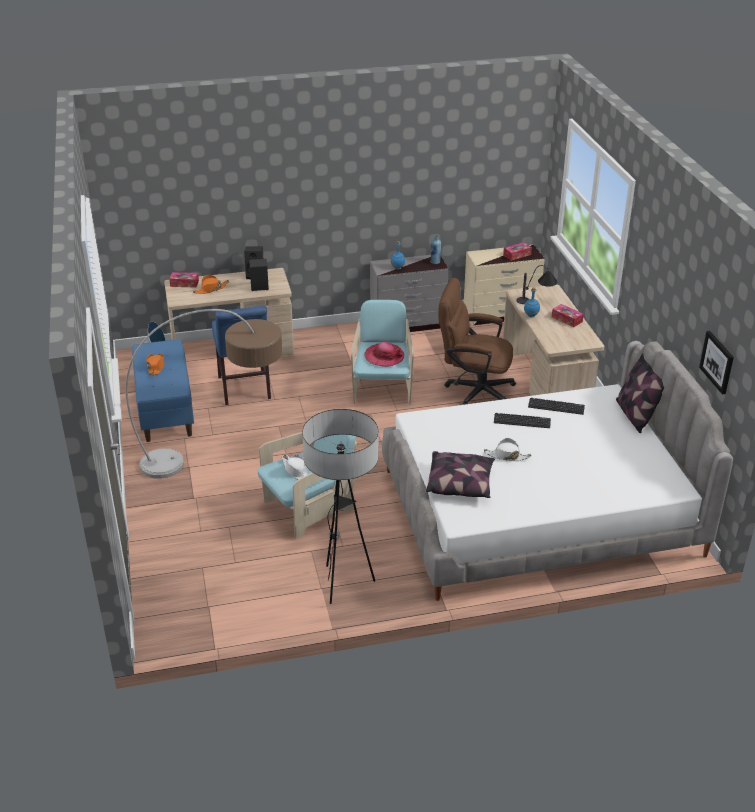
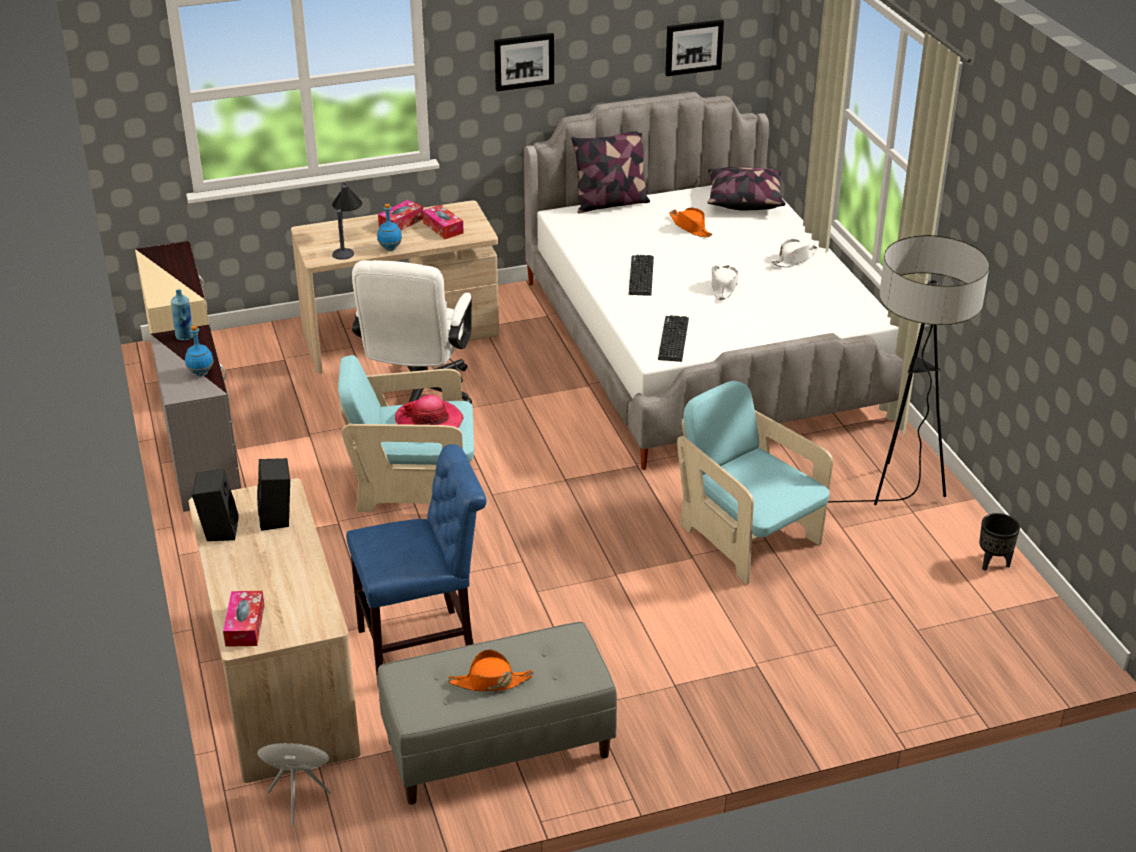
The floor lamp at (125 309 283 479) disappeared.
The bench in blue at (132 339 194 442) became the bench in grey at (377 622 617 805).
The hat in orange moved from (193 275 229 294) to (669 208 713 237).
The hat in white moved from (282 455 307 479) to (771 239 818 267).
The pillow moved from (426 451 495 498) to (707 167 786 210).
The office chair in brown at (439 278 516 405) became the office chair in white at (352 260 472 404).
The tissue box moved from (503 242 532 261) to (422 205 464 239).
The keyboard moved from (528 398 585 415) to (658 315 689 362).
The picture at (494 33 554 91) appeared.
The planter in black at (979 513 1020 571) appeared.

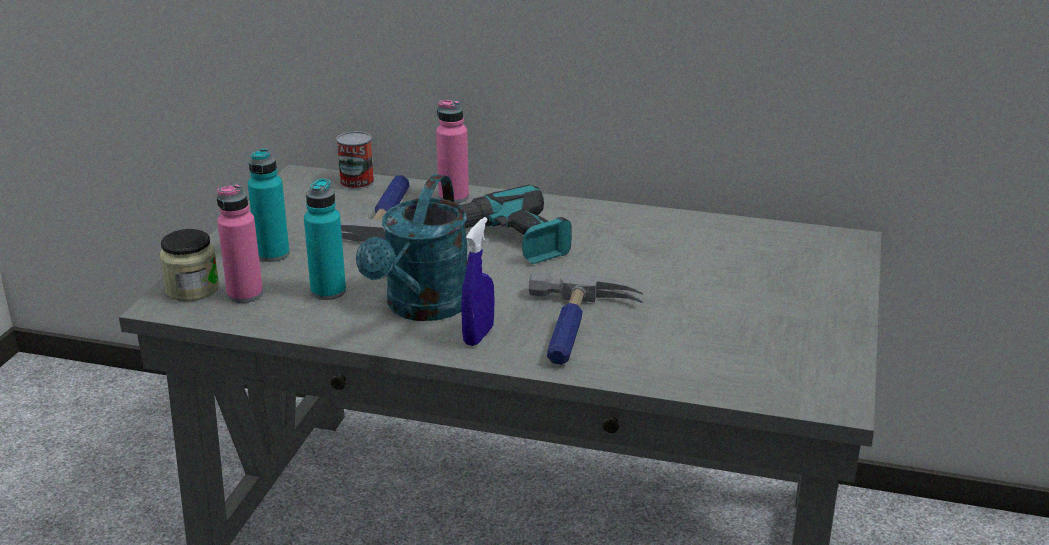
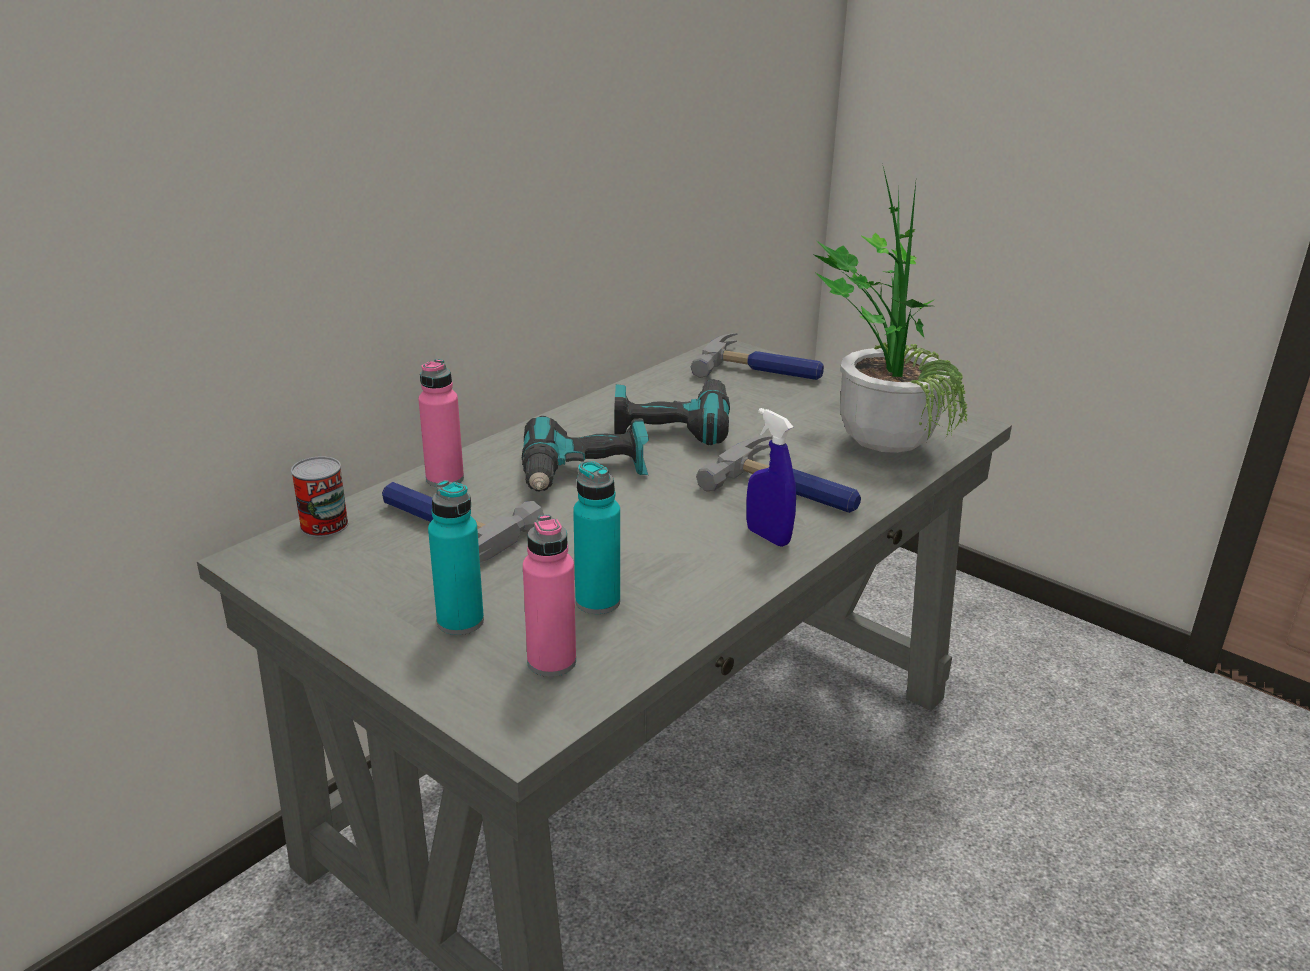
The jar at (159 229 219 301) disappeared.
The watering can in turquoise at (356 174 468 321) disappeared.
The power drill at (615 379 730 445) appeared.
The hammer at (690 333 824 380) appeared.
The potted plant at (814 163 968 453) appeared.

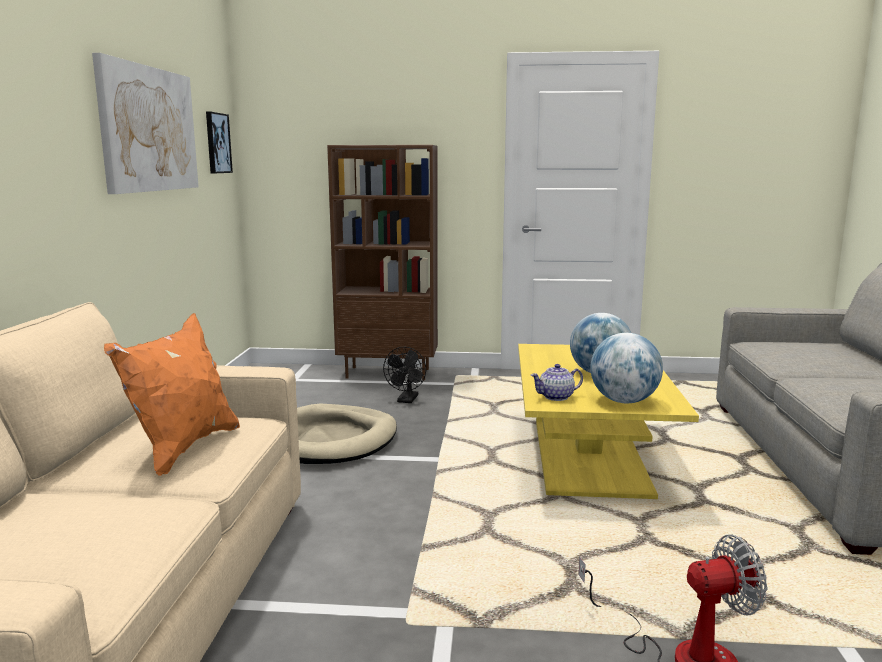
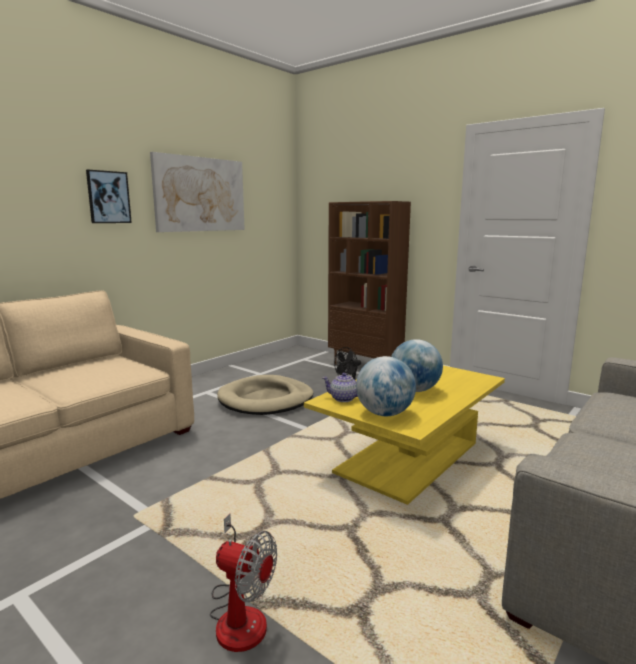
The pillow in orange at (104 313 240 476) disappeared.
The picture moved from (206 112 233 173) to (86 170 132 223).

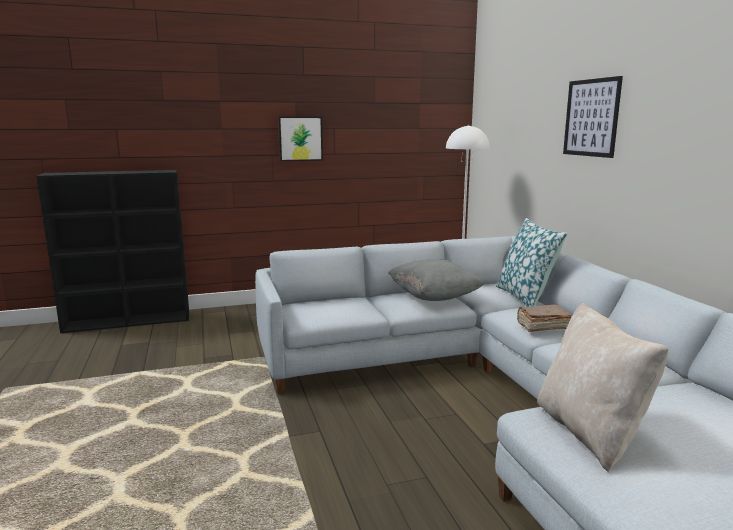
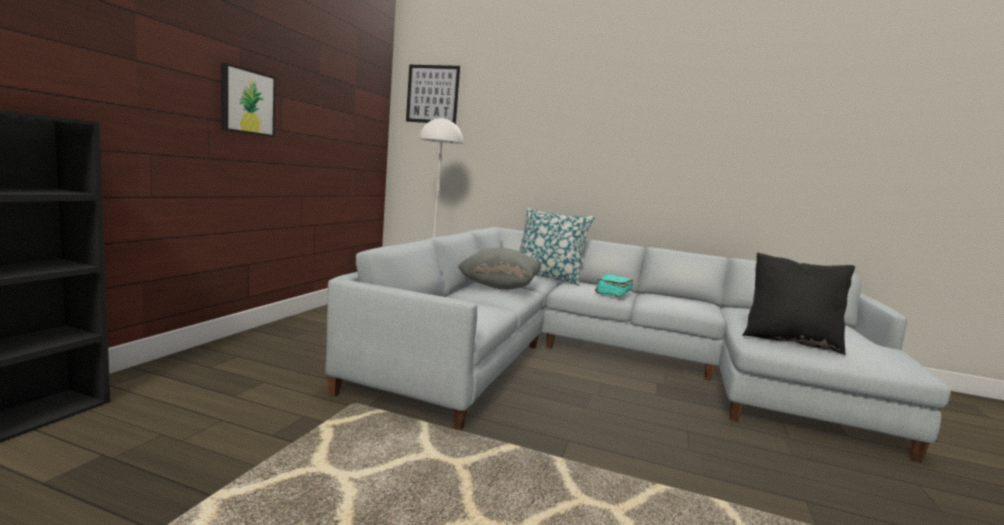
The book in brown at (517 305 572 332) became the book in turquoise at (595 274 633 297).
The pillow in beige at (537 303 669 472) became the pillow in black at (742 252 855 355).
The picture moved from (563 76 623 158) to (406 65 460 124).

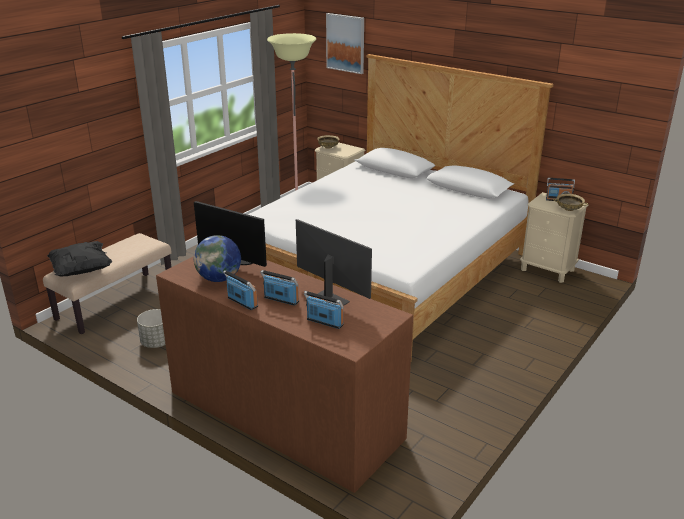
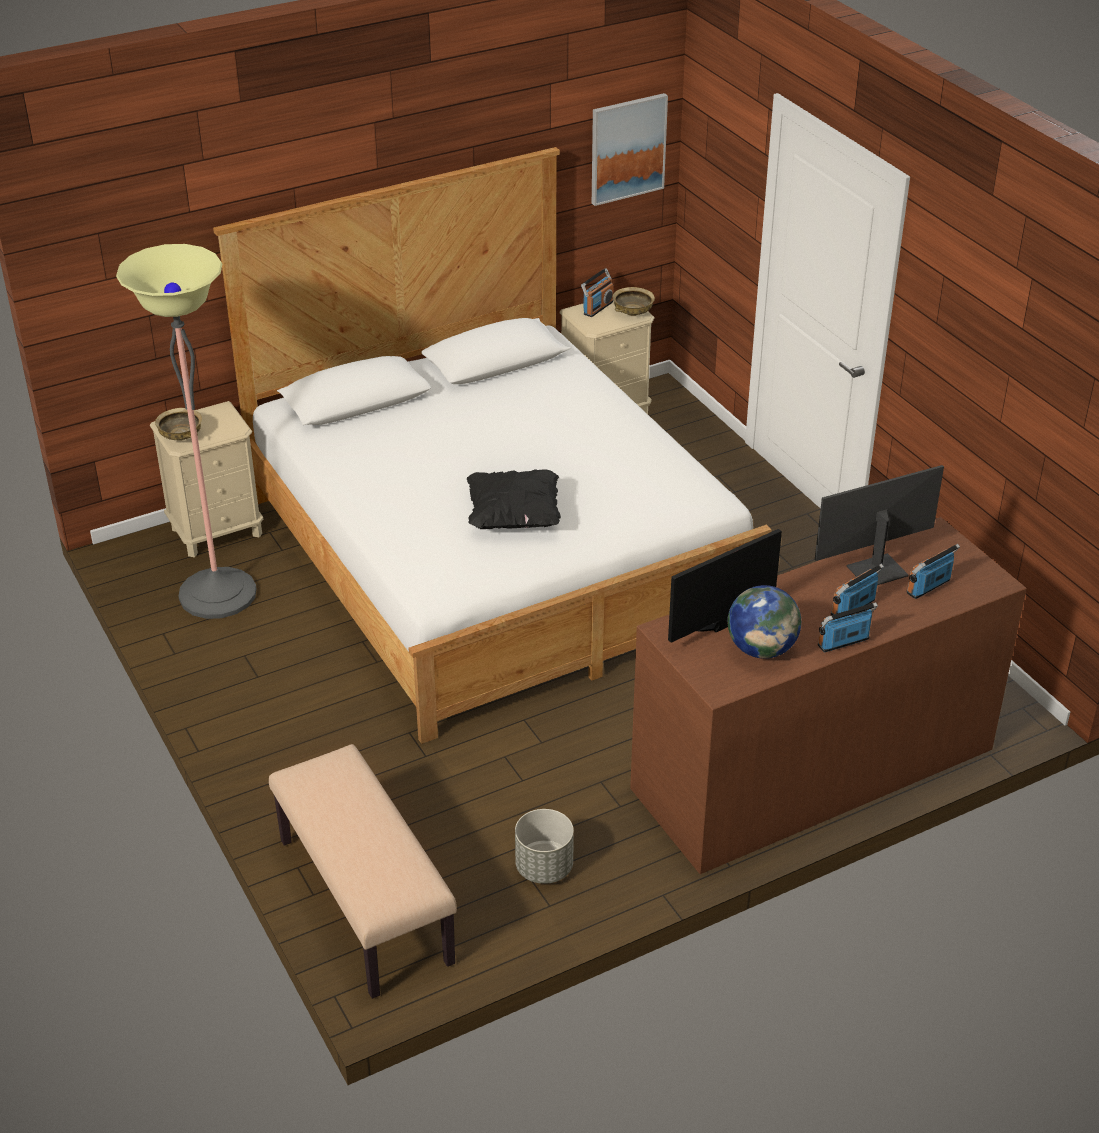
The pillow in black moved from (47 241 112 277) to (467 469 561 529).
The picture moved from (326 13 364 74) to (592 93 668 206).

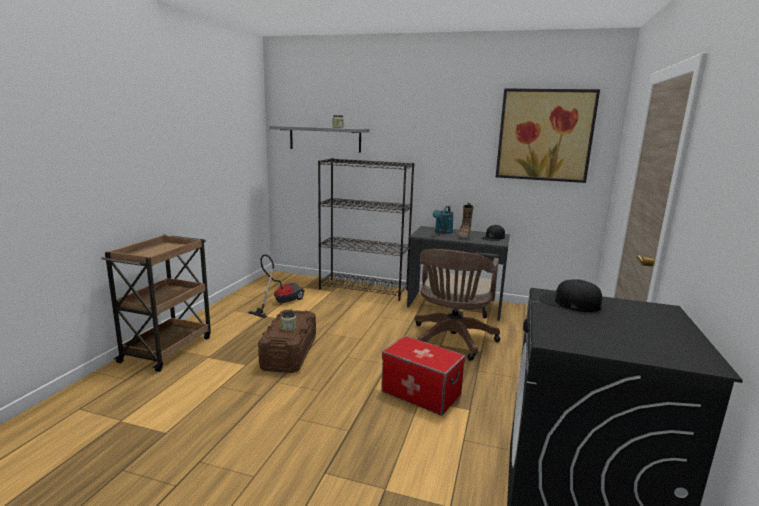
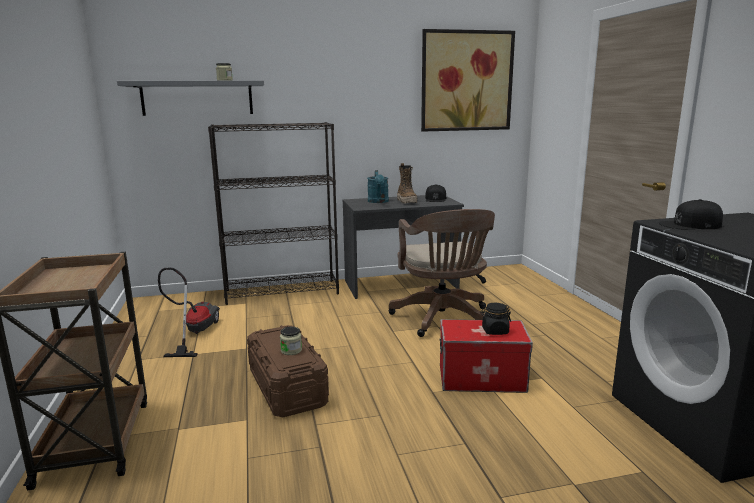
The jar in black at (480 303 511 335) appeared.

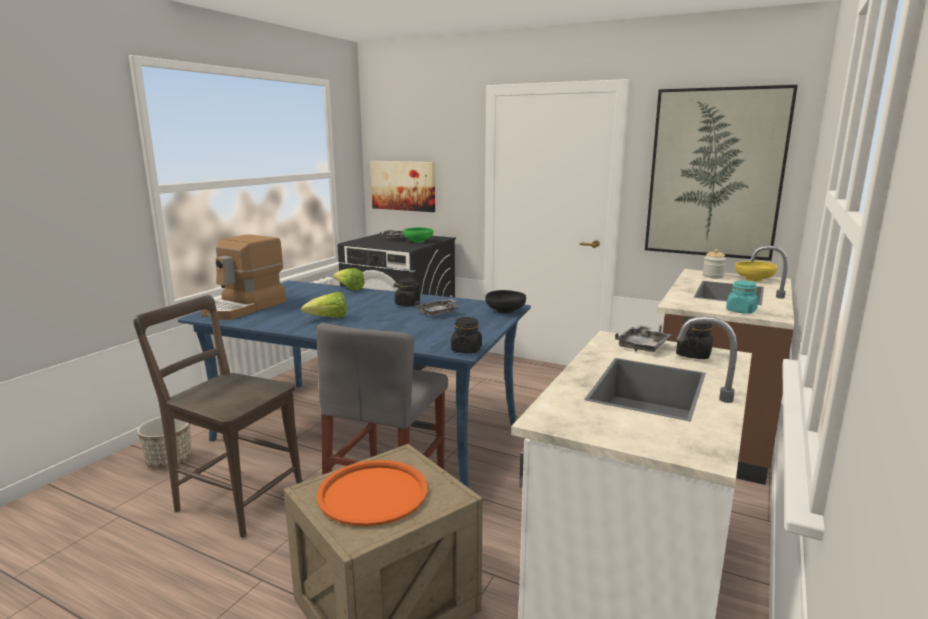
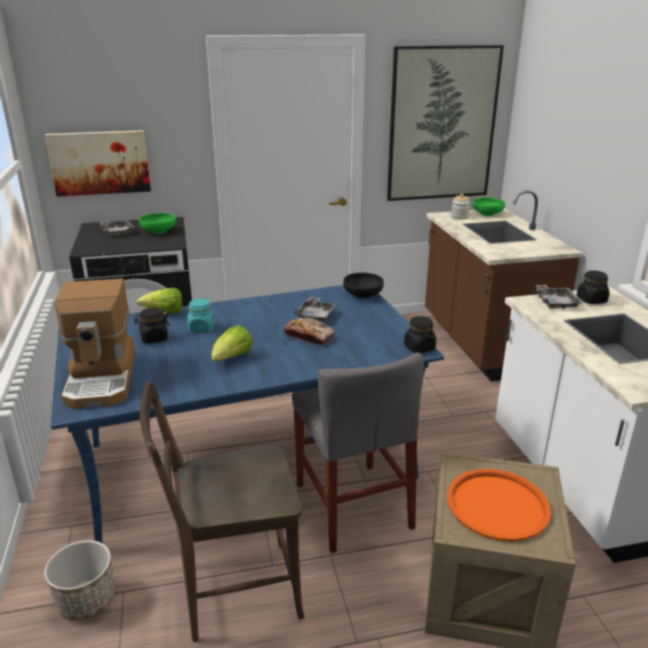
The jar in black moved from (393 278 421 306) to (134 308 170 343).
The jar in turquoise moved from (726 281 758 314) to (187 298 215 333).
The bowl in yellow at (735 261 777 281) became the bowl in green at (473 197 505 216).
The bread at (284 317 335 345) appeared.

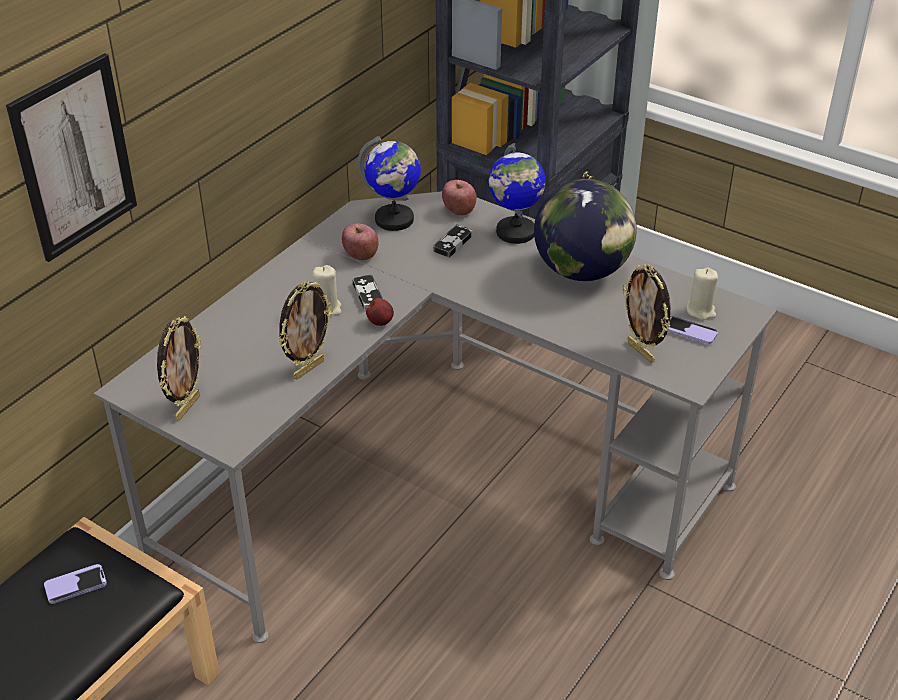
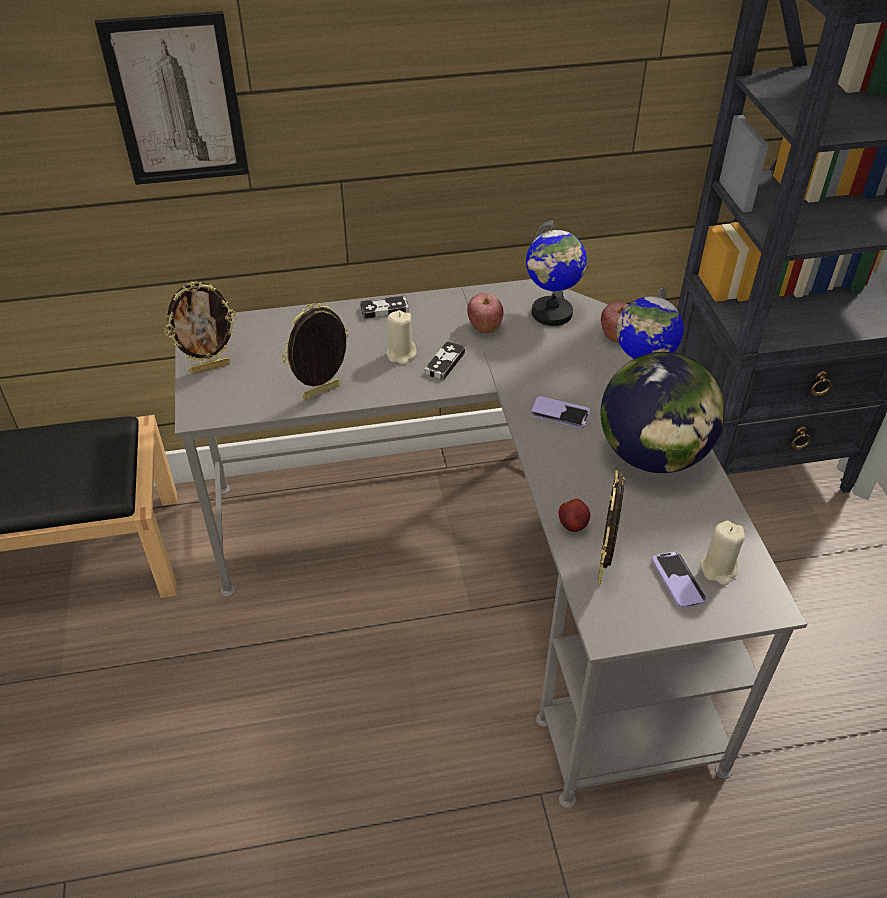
The phone moved from (44 564 107 604) to (531 396 590 429).
The picture frame at (278 281 333 380) turned 150 degrees clockwise.
The apple moved from (366 298 394 326) to (559 499 590 532).
The game controller moved from (433 224 473 258) to (360 295 409 319).

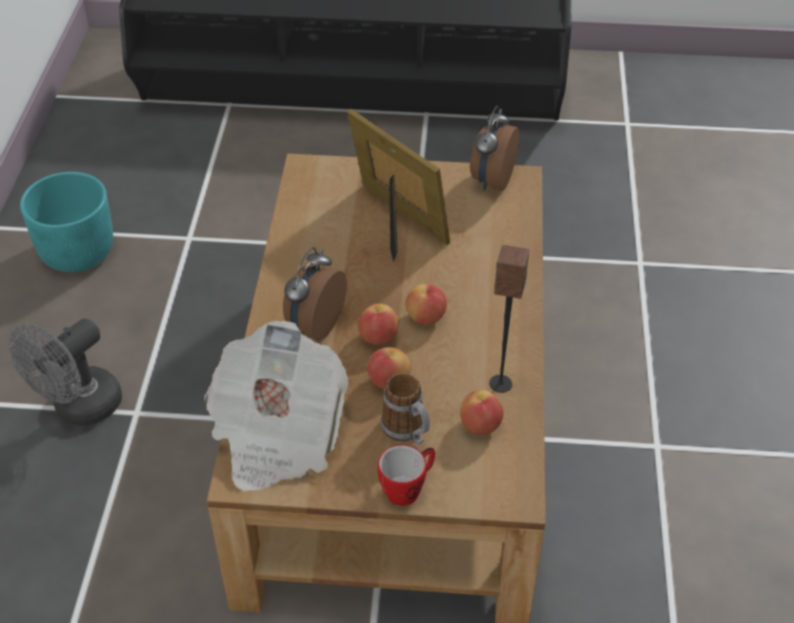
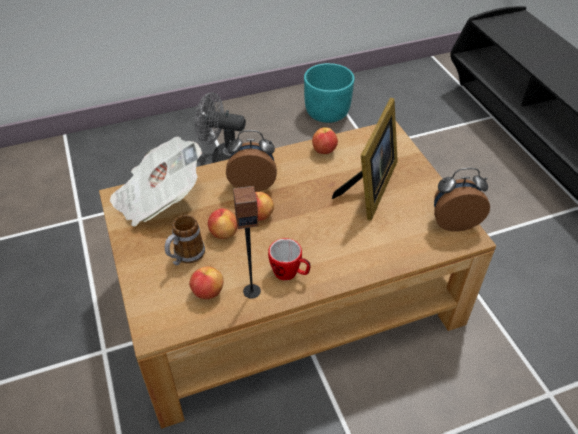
The mug moved from (378 445 435 506) to (268 238 310 280).
The apple moved from (406 284 447 325) to (312 127 338 154).

